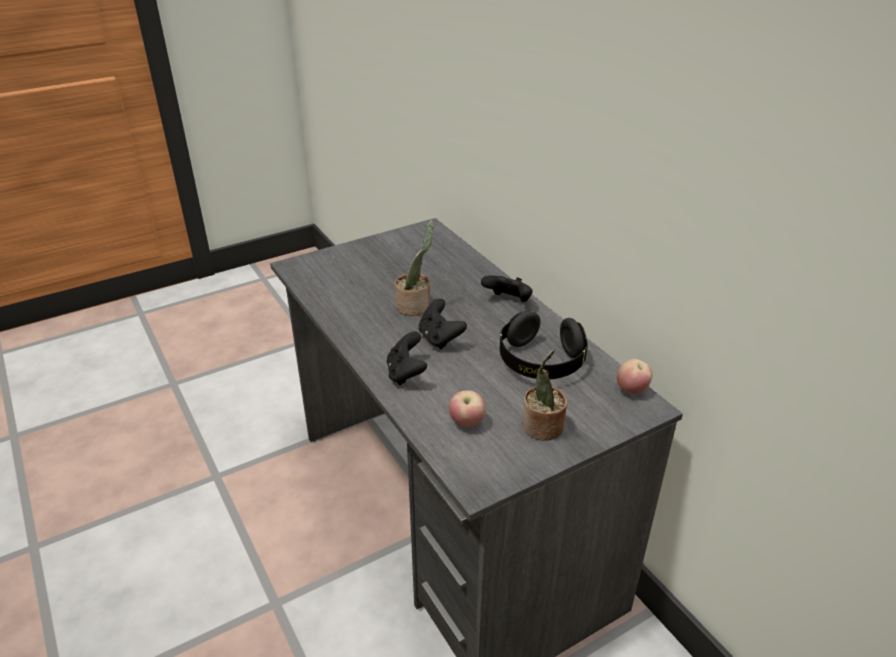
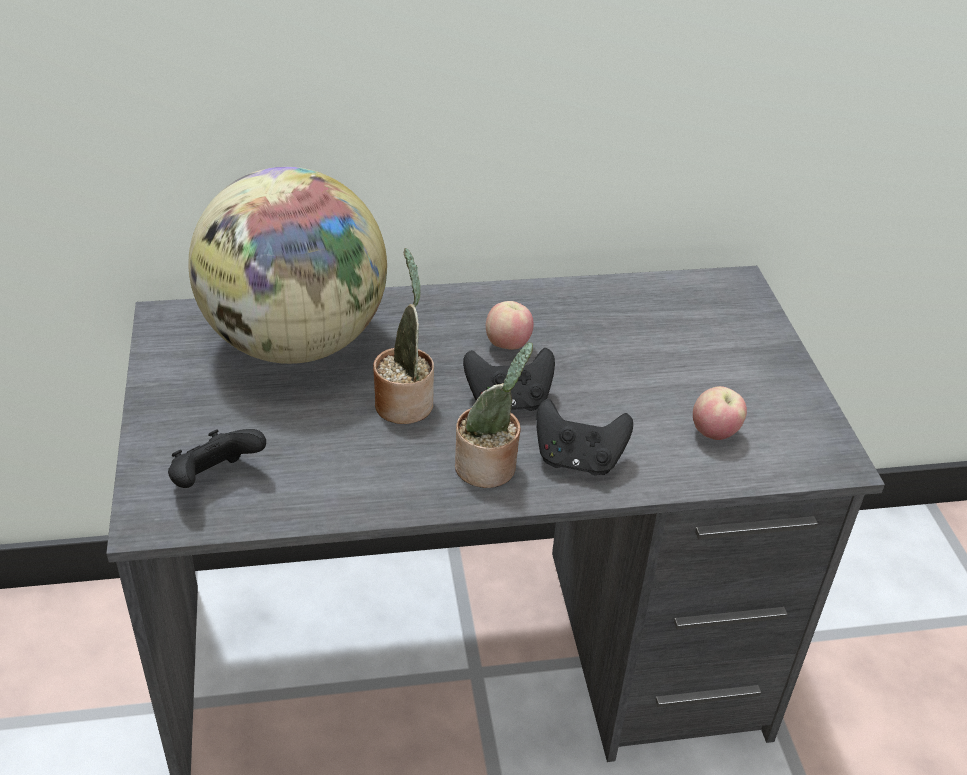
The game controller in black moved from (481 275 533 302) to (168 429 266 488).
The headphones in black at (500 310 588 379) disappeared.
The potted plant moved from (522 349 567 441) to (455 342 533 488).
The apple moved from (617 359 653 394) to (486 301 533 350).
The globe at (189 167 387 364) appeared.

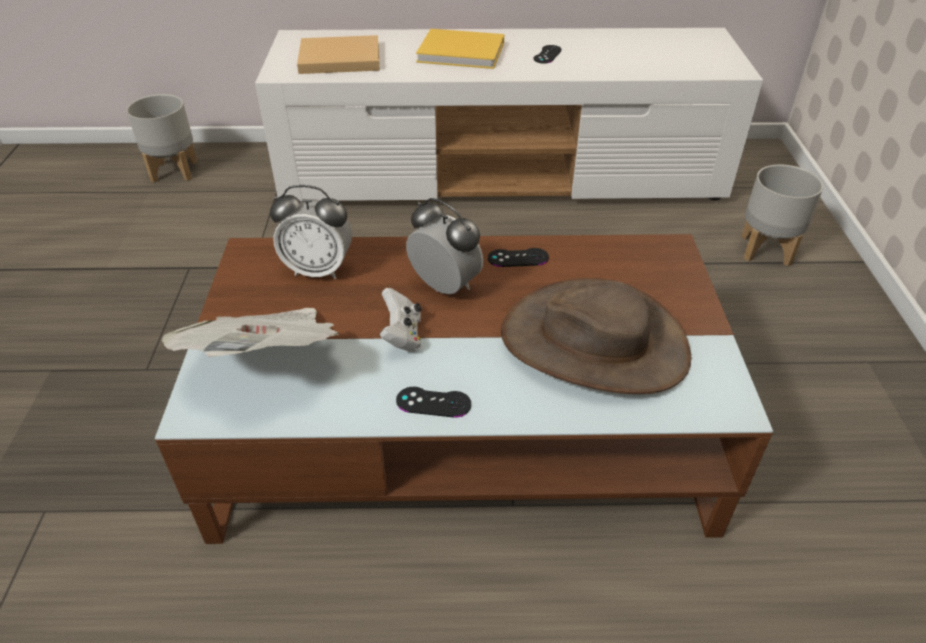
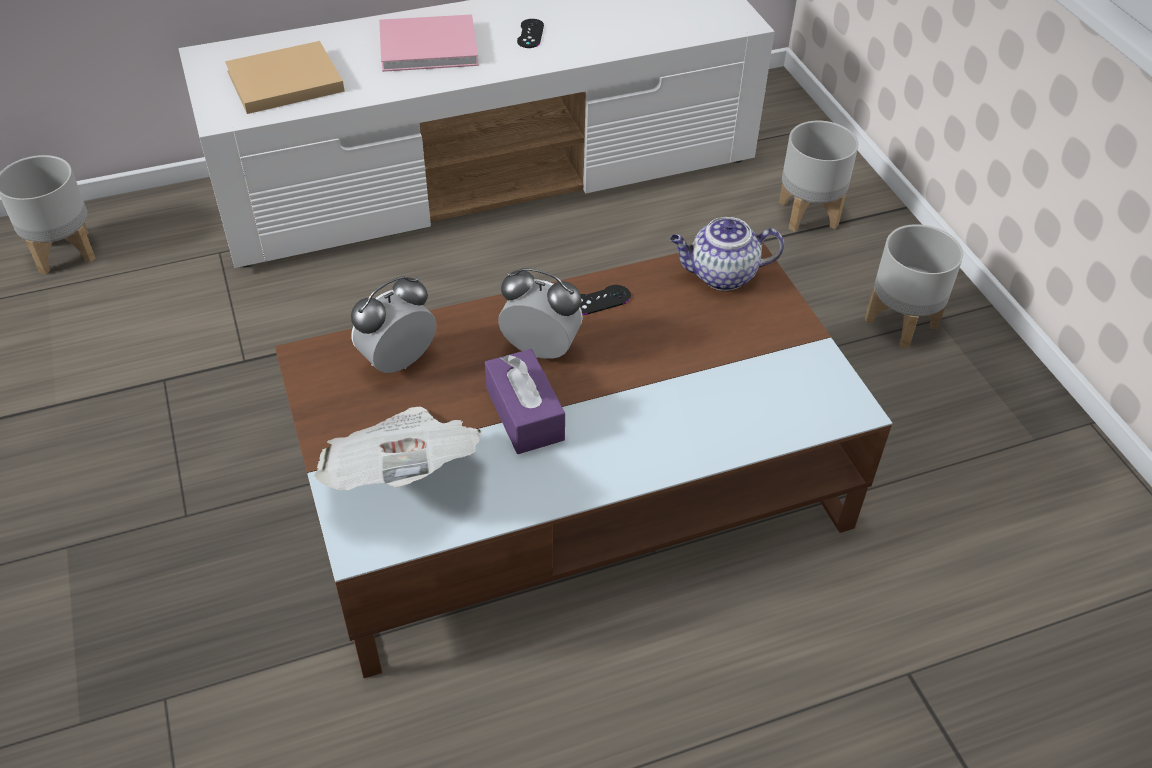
The alarm clock at (270 185 352 279) turned 150 degrees clockwise.
The game controller in white at (380 288 421 352) was replaced by the tissue box in purple at (485 349 565 454).
The game controller in black at (396 387 471 418) disappeared.
The book in yellow at (416 29 504 69) became the book in pink at (379 14 479 72).
The hat in brown at (501 278 691 394) disappeared.
The teapot at (670 217 784 291) appeared.
The planter in grey at (865 224 963 349) appeared.

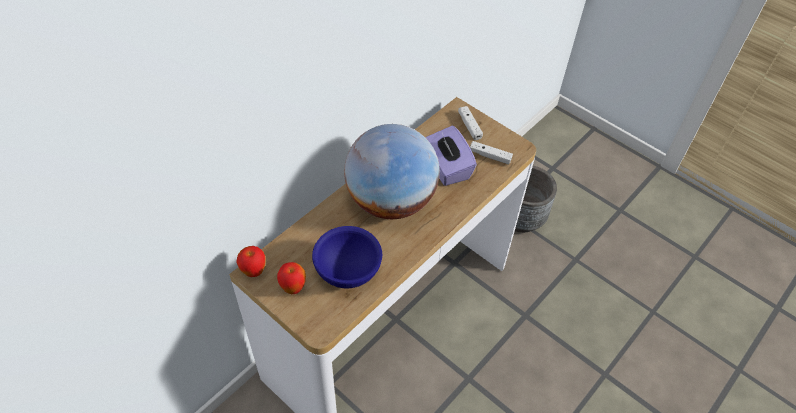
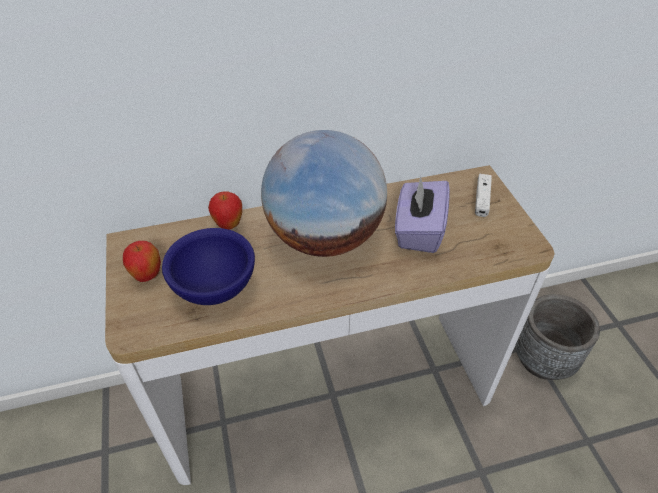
The apple moved from (236 246 265 277) to (208 191 242 230).
The game controller in white at (470 141 513 164) disappeared.

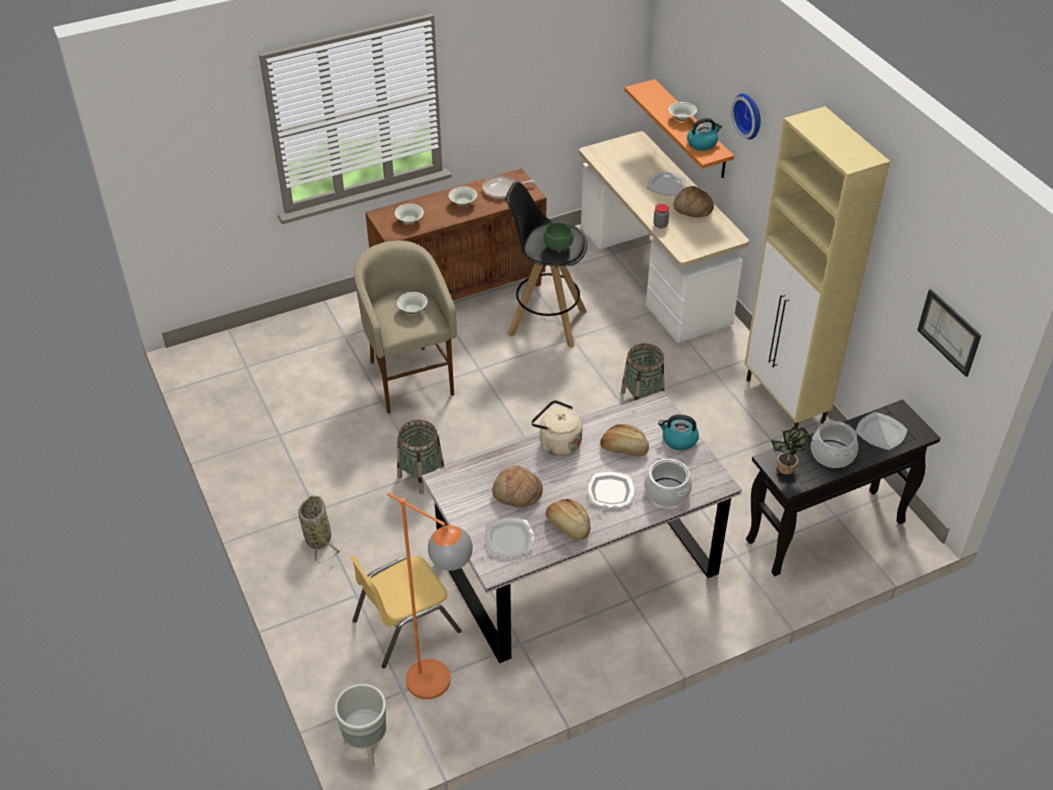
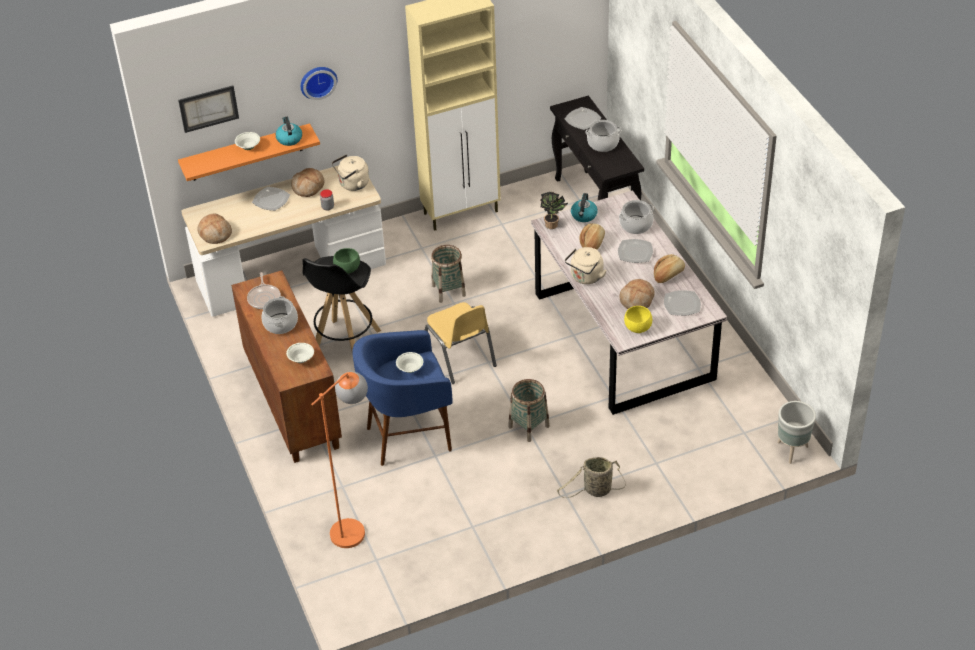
The chair in yellow moved from (350 555 461 668) to (425 302 497 384).
The stool in beige at (354 240 457 413) became the stool in blue at (352 330 452 466).
The floor lamp in orange moved from (387 493 473 699) to (311 372 368 548).
The bowl in white at (449 186 477 206) was replaced by the cooking pot at (261 296 298 334).
The potted plant moved from (771 427 813 474) to (540 192 568 229).
The picture moved from (917 289 981 377) to (178 86 239 133).
The bread at (198 213 232 244) appeared.
The kettle in beige at (332 154 369 191) appeared.
The bowl in yellow at (624 306 652 333) appeared.

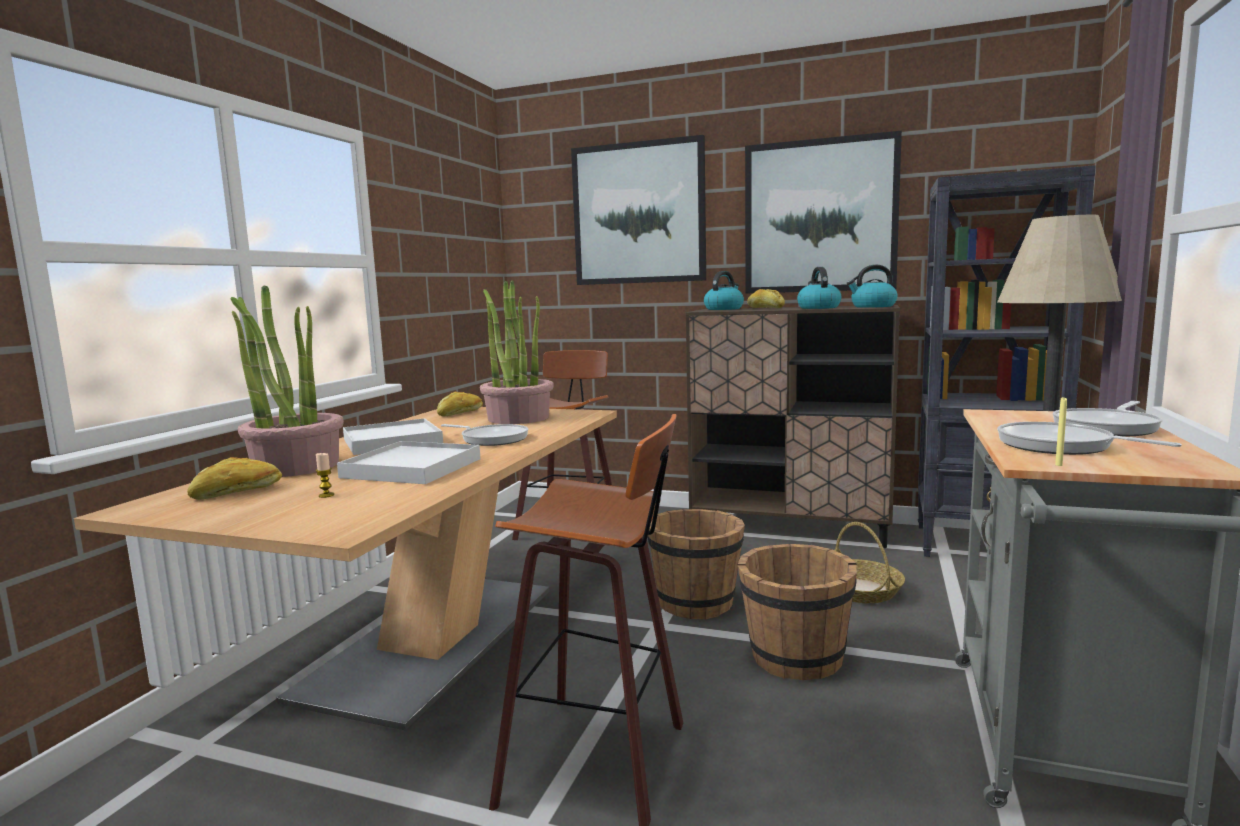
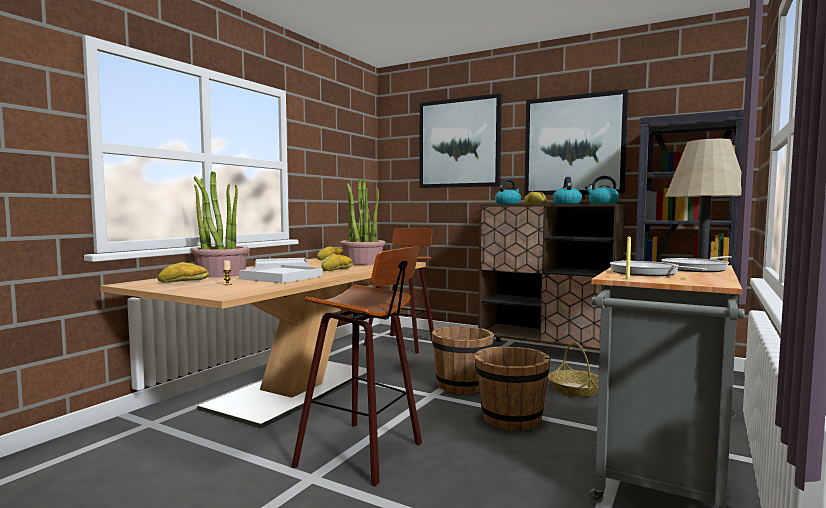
The frying pan at (441 424 529 446) was replaced by the bread at (321 254 353 271).

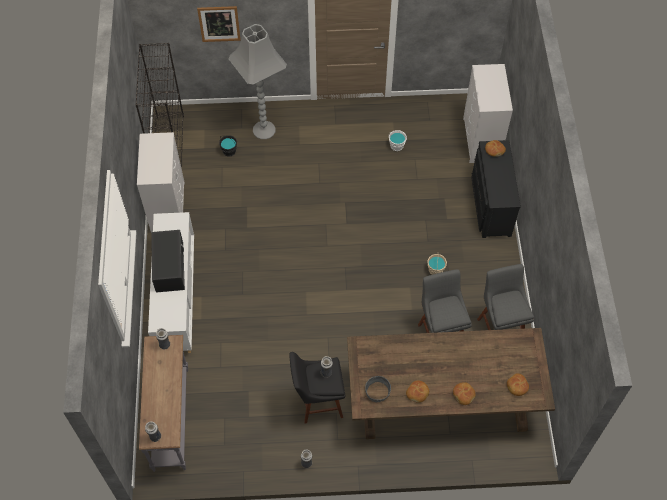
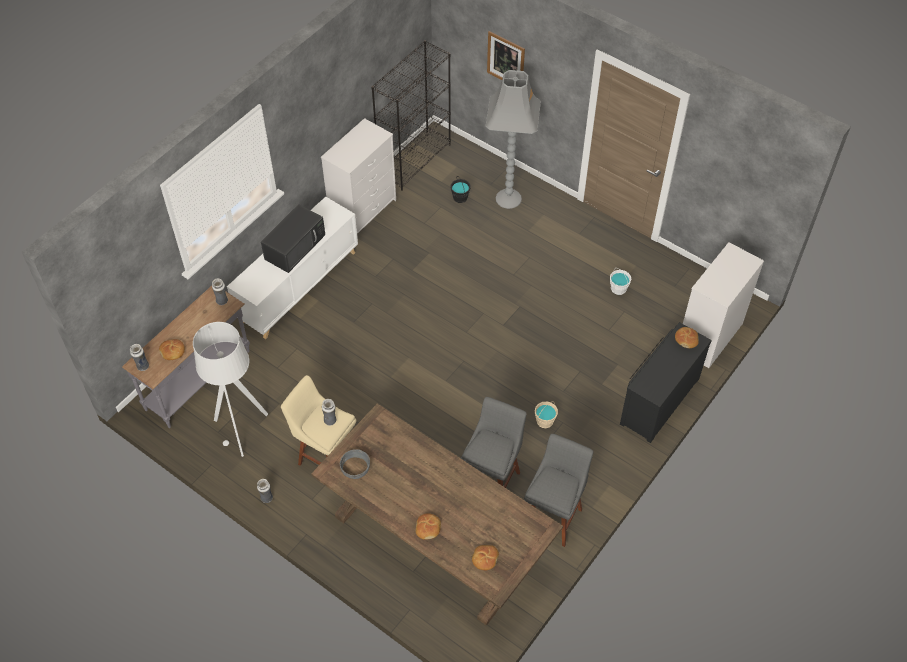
The stool in black at (290 352 345 423) became the stool in beige at (281 375 356 466).
The bread moved from (406 381 429 403) to (159 339 185 360).
The floor lamp in grey at (193 322 268 457) appeared.

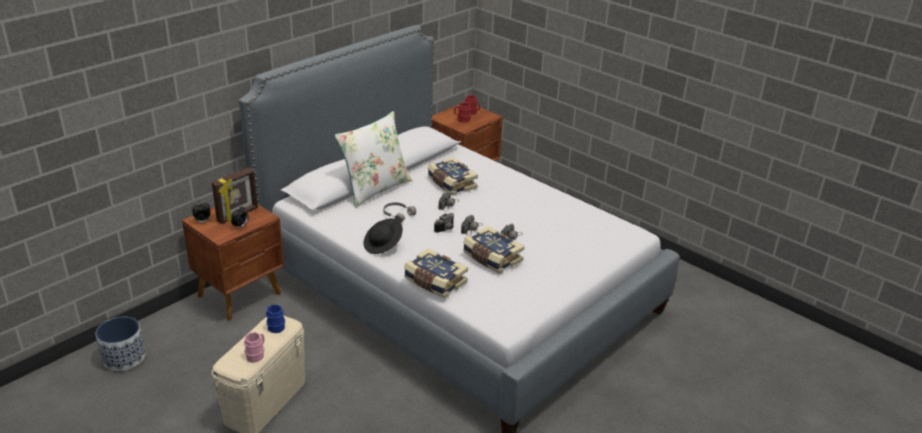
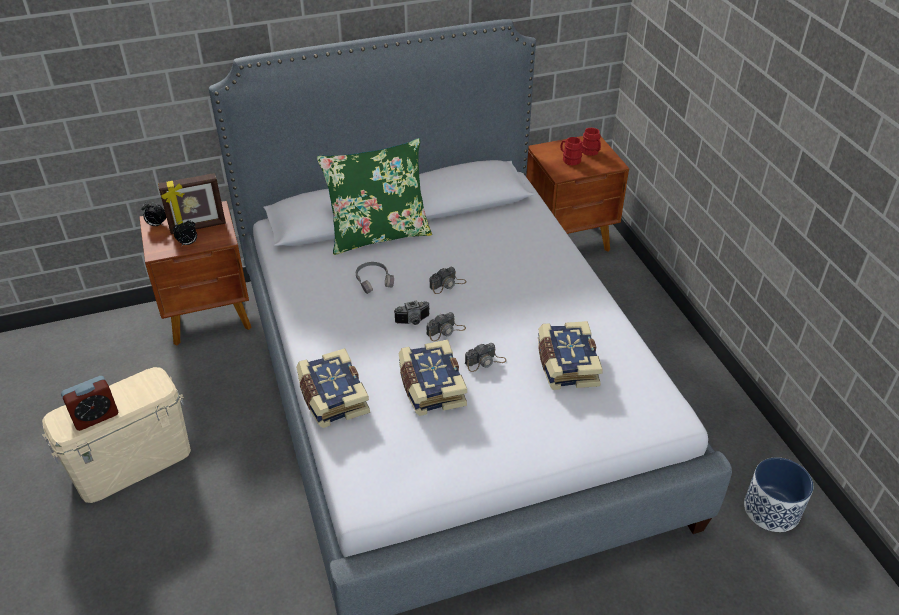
The planter moved from (96 317 146 371) to (744 457 813 532).
The mug in pink at (244 332 265 363) was replaced by the alarm clock at (61 376 118 431).
The mug in blue at (266 304 285 333) disappeared.
The pillow in white at (334 111 412 208) became the pillow in green at (317 138 432 255).
The hat in black at (363 218 403 254) disappeared.
The book moved from (428 157 478 196) to (538 321 603 390).

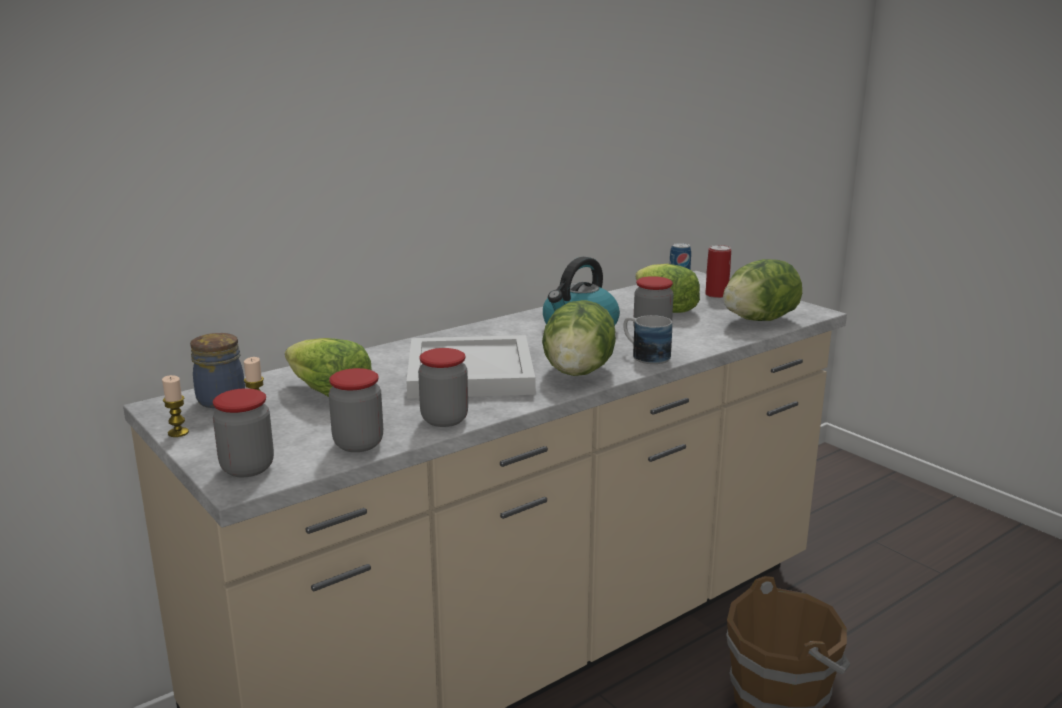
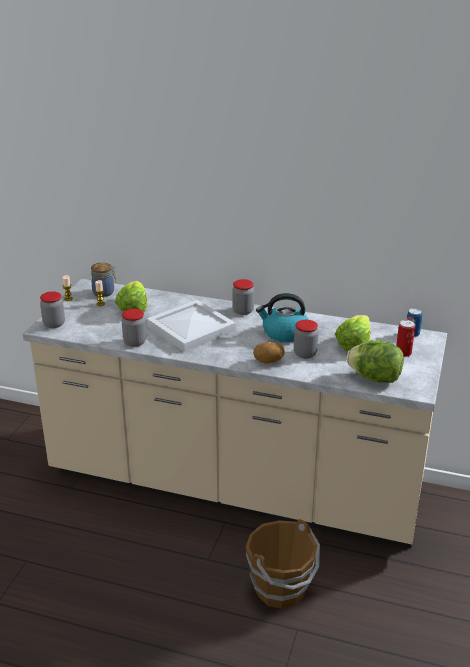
The jar moved from (329 368 383 452) to (232 279 254 315).
The lettuce at (542 300 616 376) disappeared.
The mug at (623 315 672 364) was replaced by the potato at (253 342 285 364).

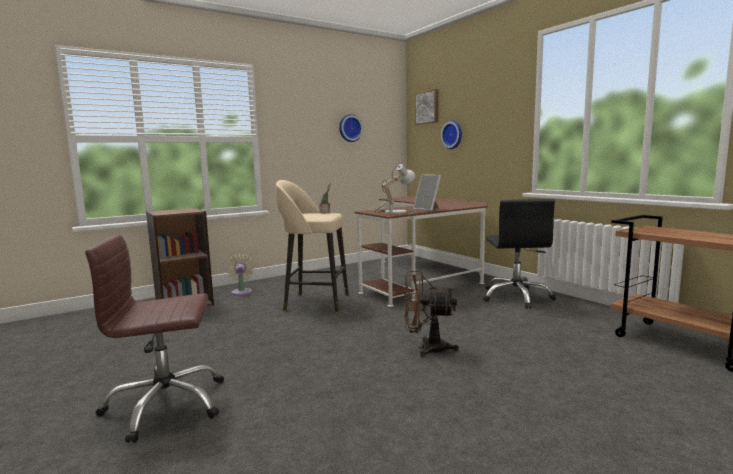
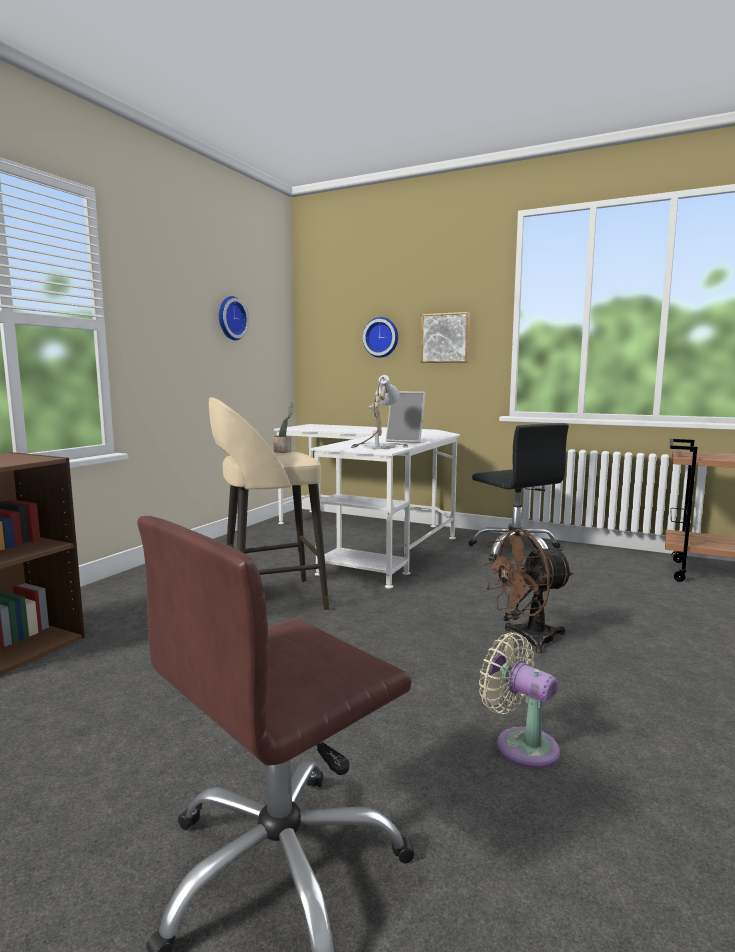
The fan in beige moved from (226 254 254 296) to (479 632 560 769).
The desk in brown at (355 196 488 307) became the desk in white at (274 424 460 589).
The picture moved from (415 89 438 125) to (421 312 470 363).

